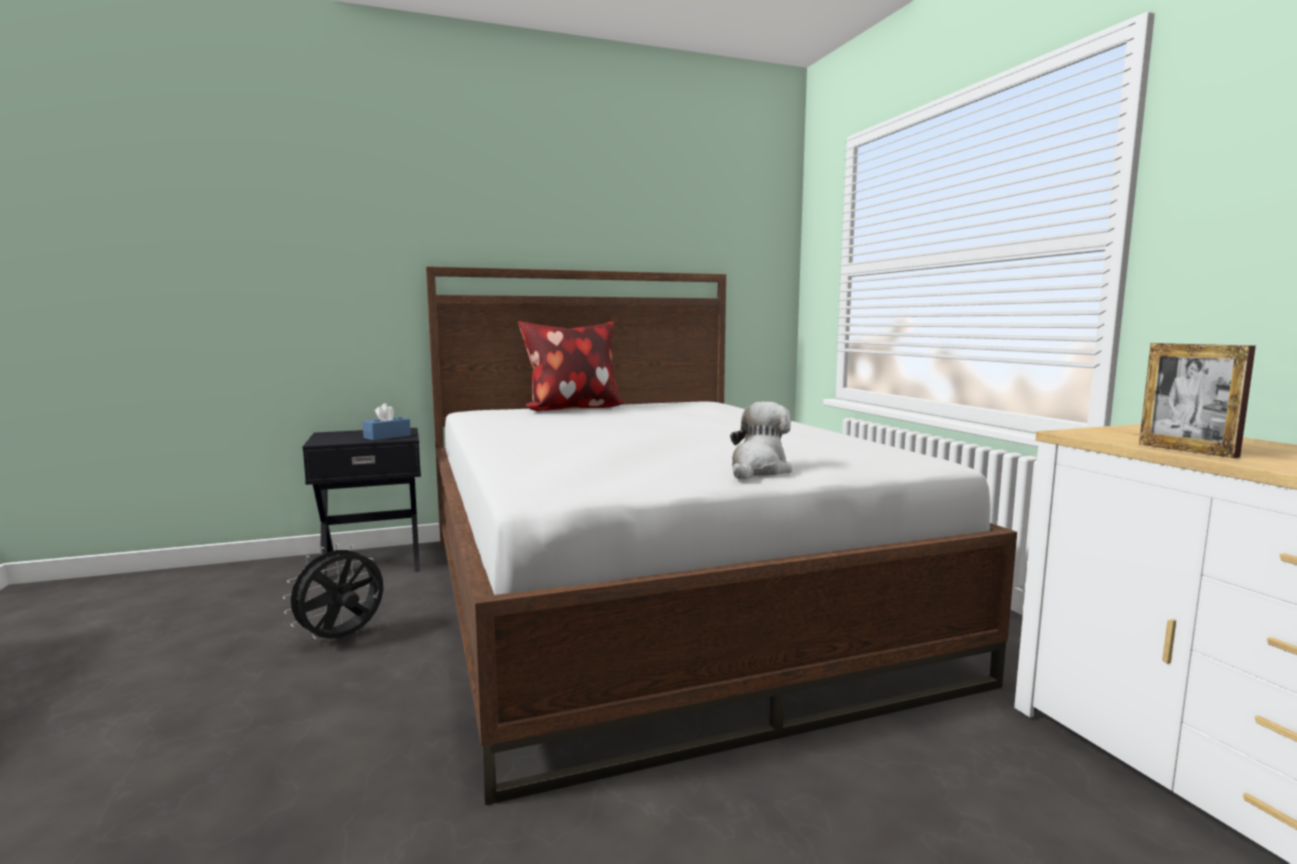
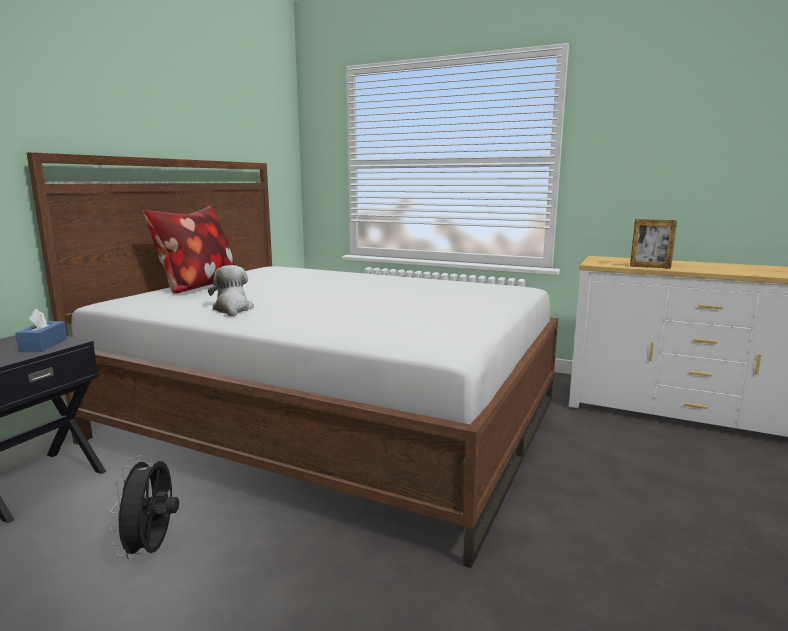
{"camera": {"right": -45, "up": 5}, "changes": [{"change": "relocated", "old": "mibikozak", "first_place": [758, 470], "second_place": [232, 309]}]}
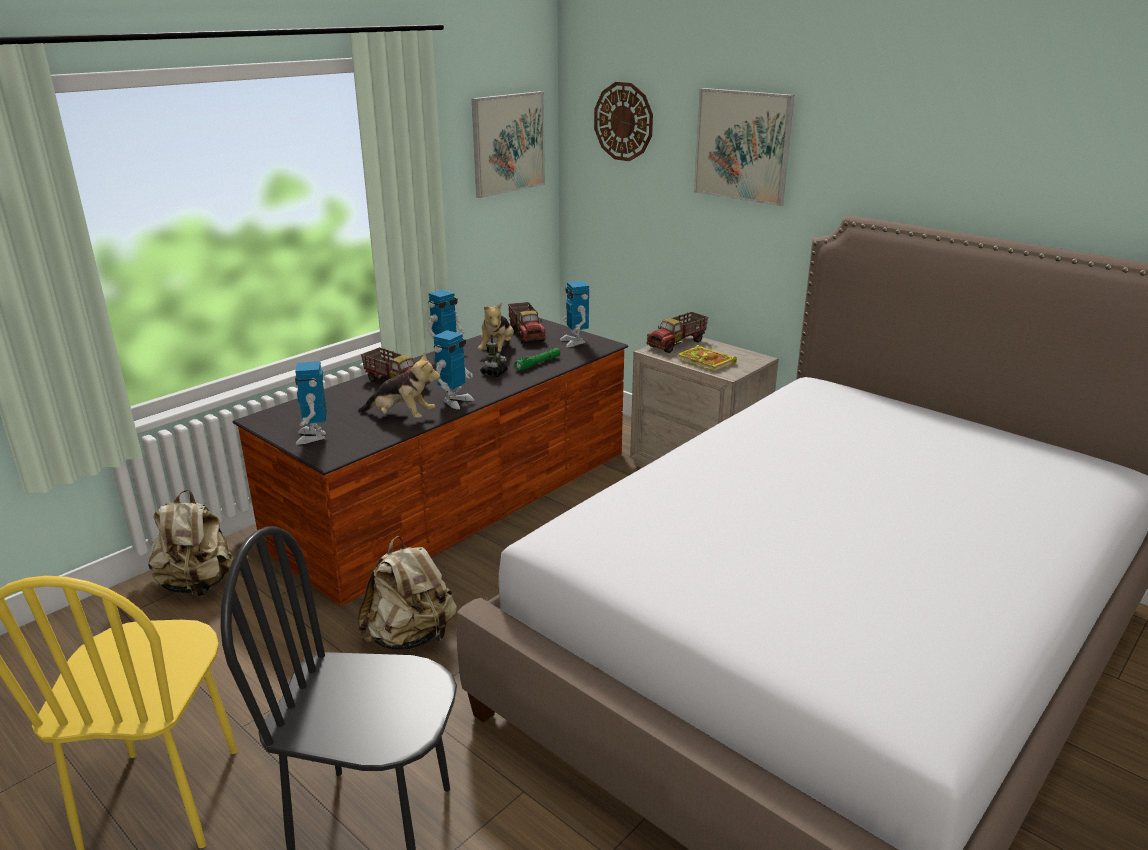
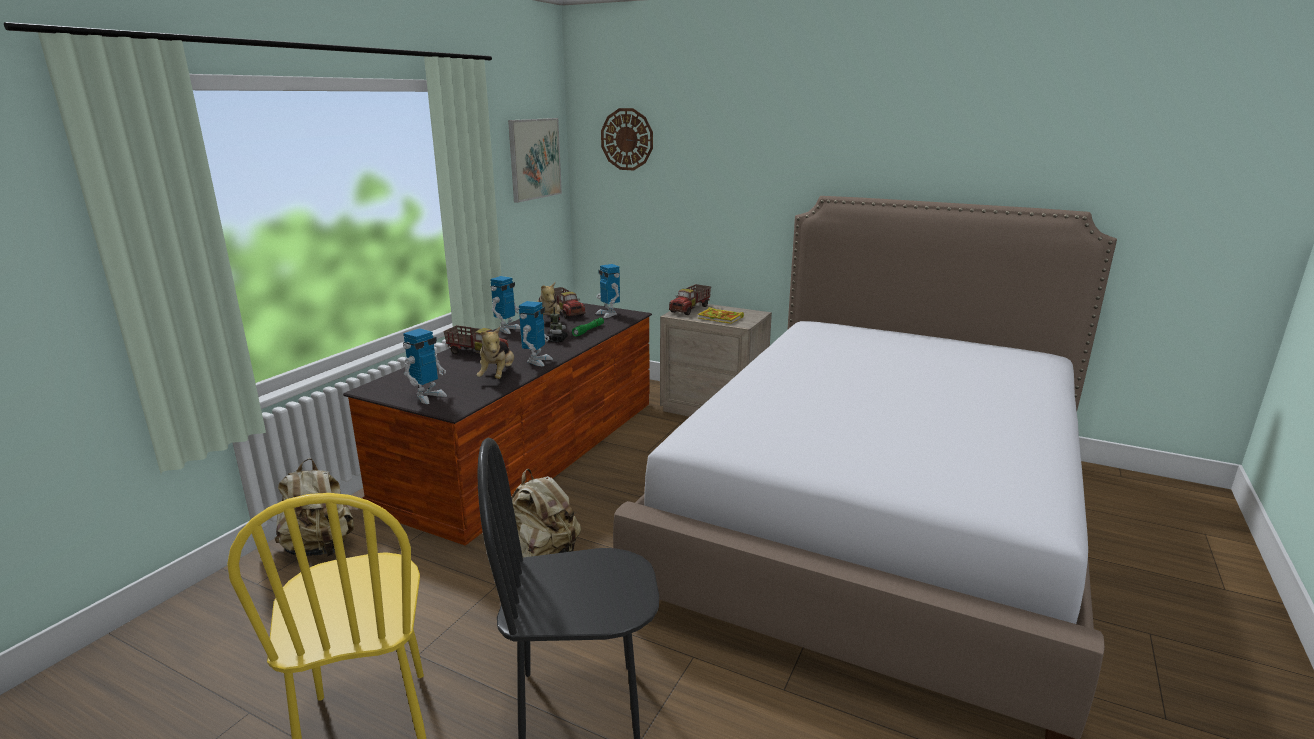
{"camera": {"right": -15, "up": -5}, "changes": [{"change": "spun", "old": "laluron", "first_place": [313, 436], "second_place": [428, 397], "degrees": -120}, {"change": "spun", "old": "mibikozak", "first_place": [401, 417], "second_place": [498, 376], "degrees": 90}, {"change": "missing", "old": "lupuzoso", "first_place": [742, 146]}]}
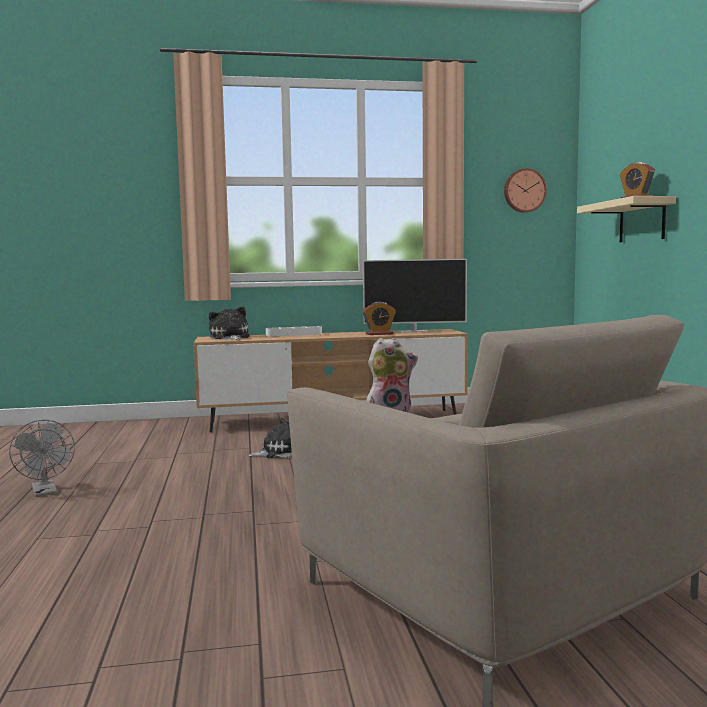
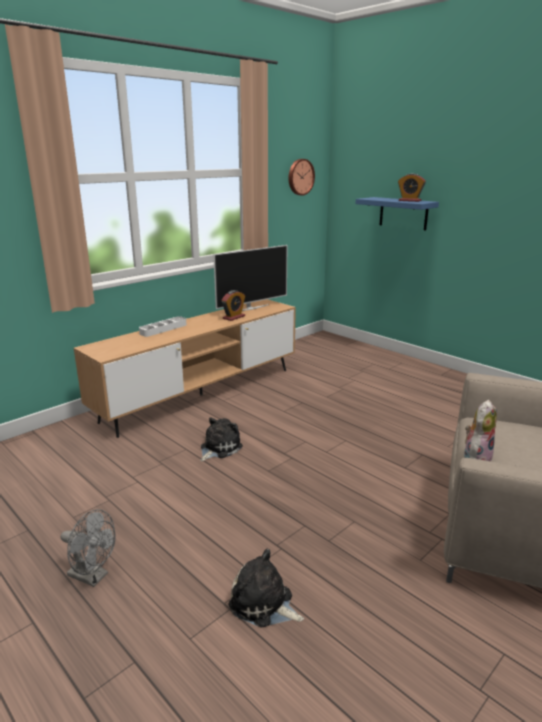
{"camera": {"right": -35, "up": 15}, "changes": [{"change": "relocated", "old": "mibikozak", "first_place": [230, 337], "second_place": [264, 604]}, {"change": "colour", "old": "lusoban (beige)", "new": "lusoban (blue)", "first_place": [642, 221], "second_place": [403, 213]}]}
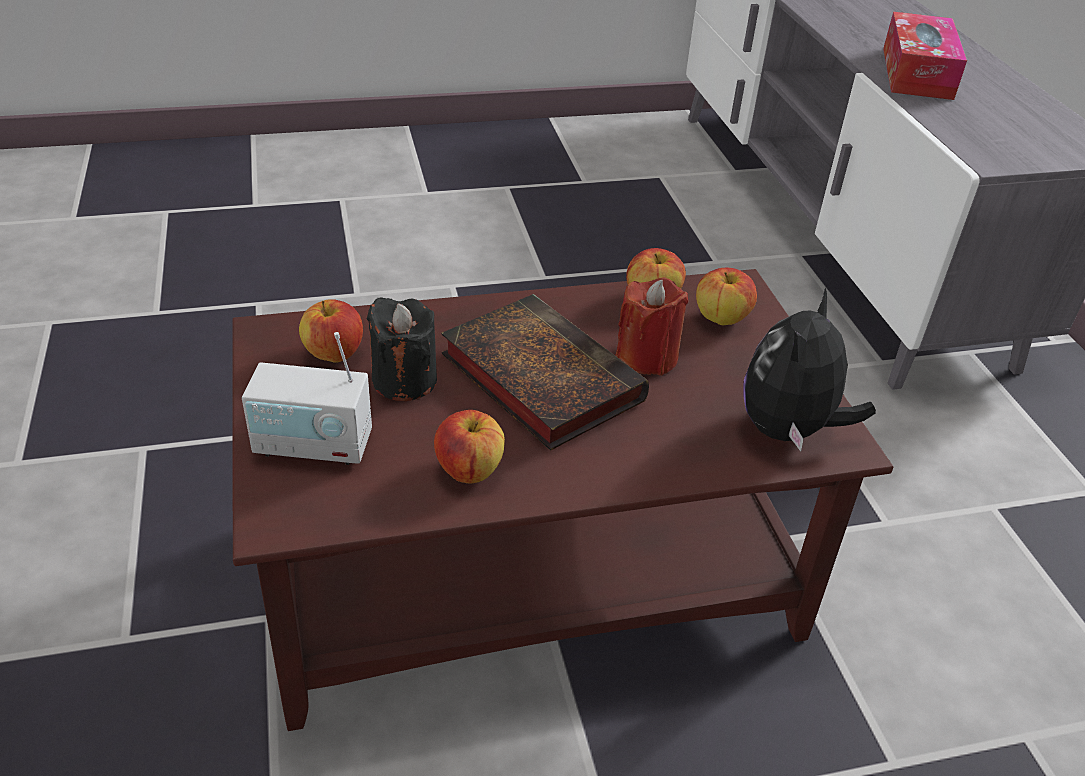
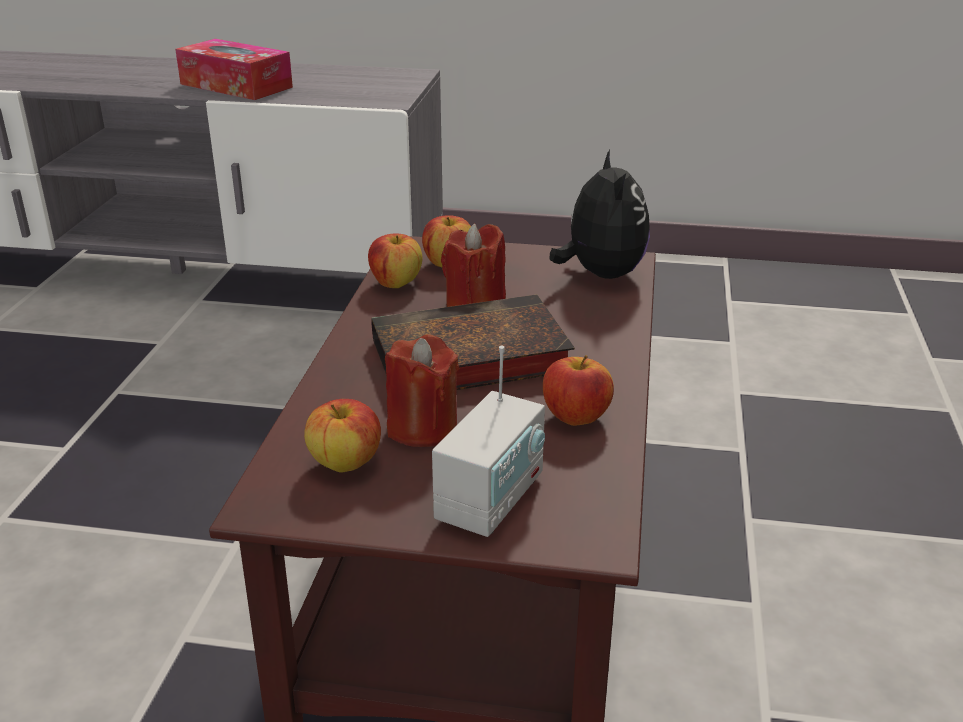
{"camera": {"right": -65, "up": -10}, "changes": [{"change": "colour", "old": "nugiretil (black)", "new": "nugiretil (red)", "first_place": [404, 380], "second_place": [422, 428]}, {"change": "spun", "old": "mibikozak", "first_place": [789, 430], "second_place": [600, 274], "degrees": -150}]}
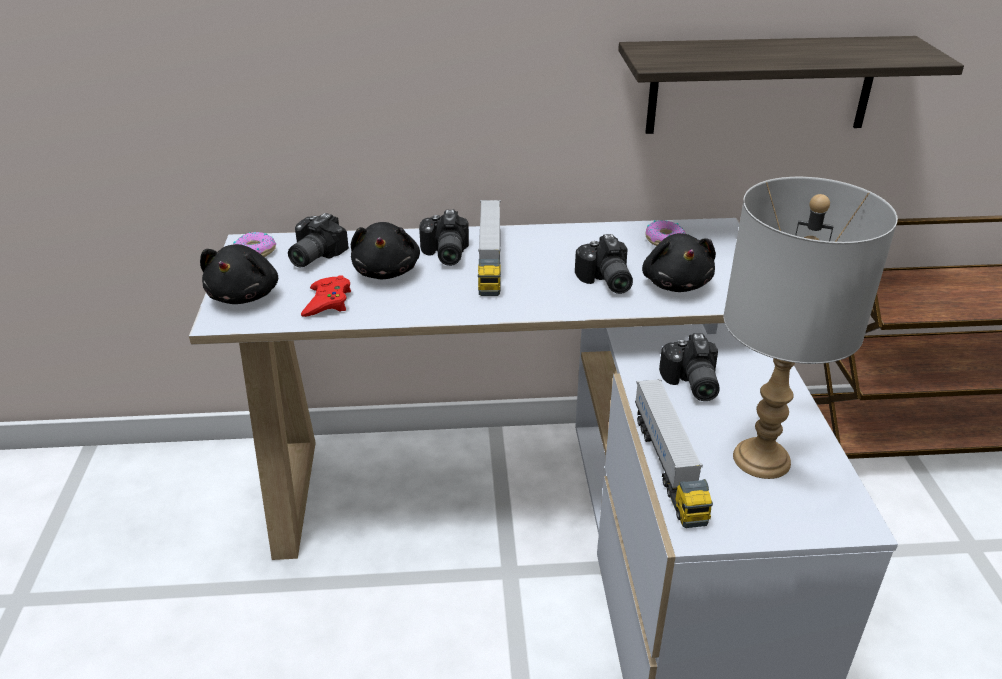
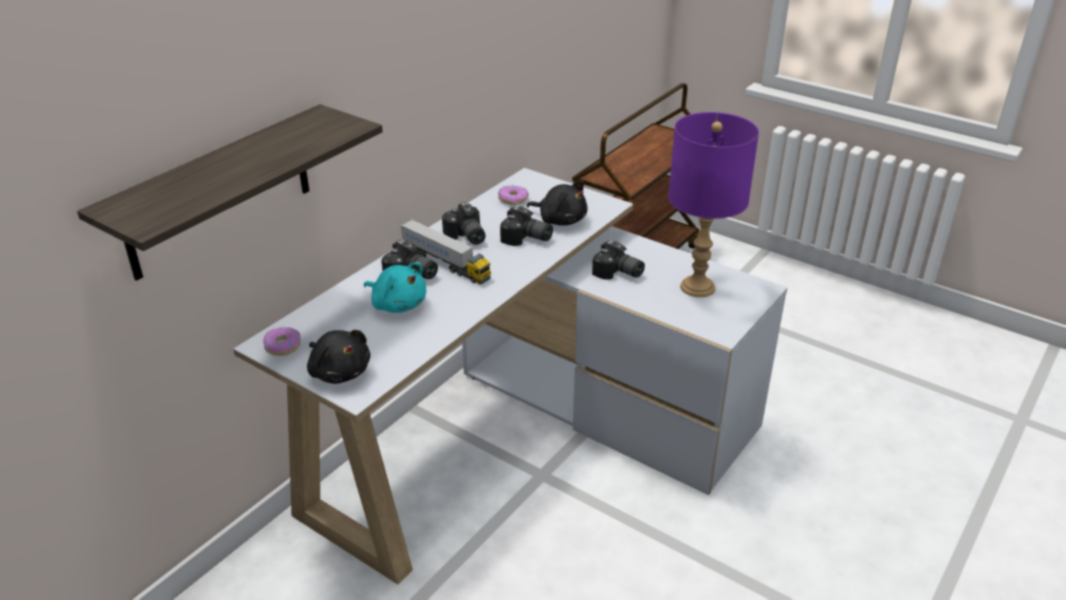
{"camera": {"right": -50, "up": 0}, "changes": [{"change": "relocated", "old": "lusoban", "first_place": [761, 85], "second_place": [219, 192]}, {"change": "colour", "old": "mibikozak (black)", "new": "mibikozak (turquoise)", "first_place": [387, 271], "second_place": [397, 304]}, {"change": "relocated", "old": "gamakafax", "first_place": [312, 256], "second_place": [465, 237]}, {"change": "colour", "old": "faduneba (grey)", "new": "faduneba (purple)", "first_place": [761, 460], "second_place": [698, 287]}, {"change": "missing", "old": "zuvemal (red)", "first_place": [327, 302]}, {"change": "missing", "old": "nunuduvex", "first_place": [668, 466]}]}
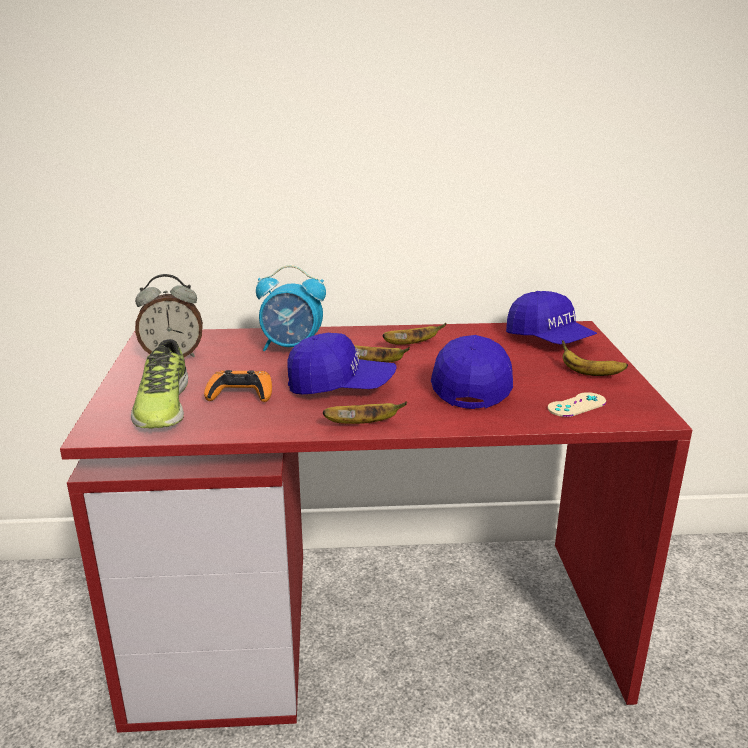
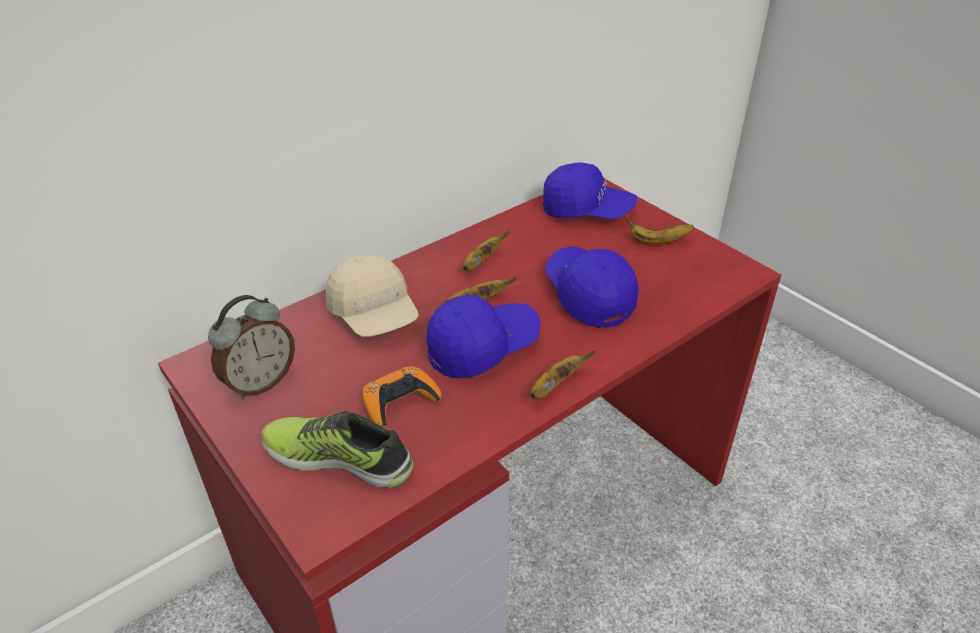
{"camera": {"right": -35, "up": 15}, "changes": [{"change": "spun", "old": "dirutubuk", "first_place": [162, 405], "second_place": [340, 457], "degrees": 150}, {"change": "exchanged", "old": "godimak", "new": "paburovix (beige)", "first_place": [292, 348], "second_place": [374, 314]}, {"change": "missing", "old": "zuvemal (beige)", "first_place": [576, 405]}]}
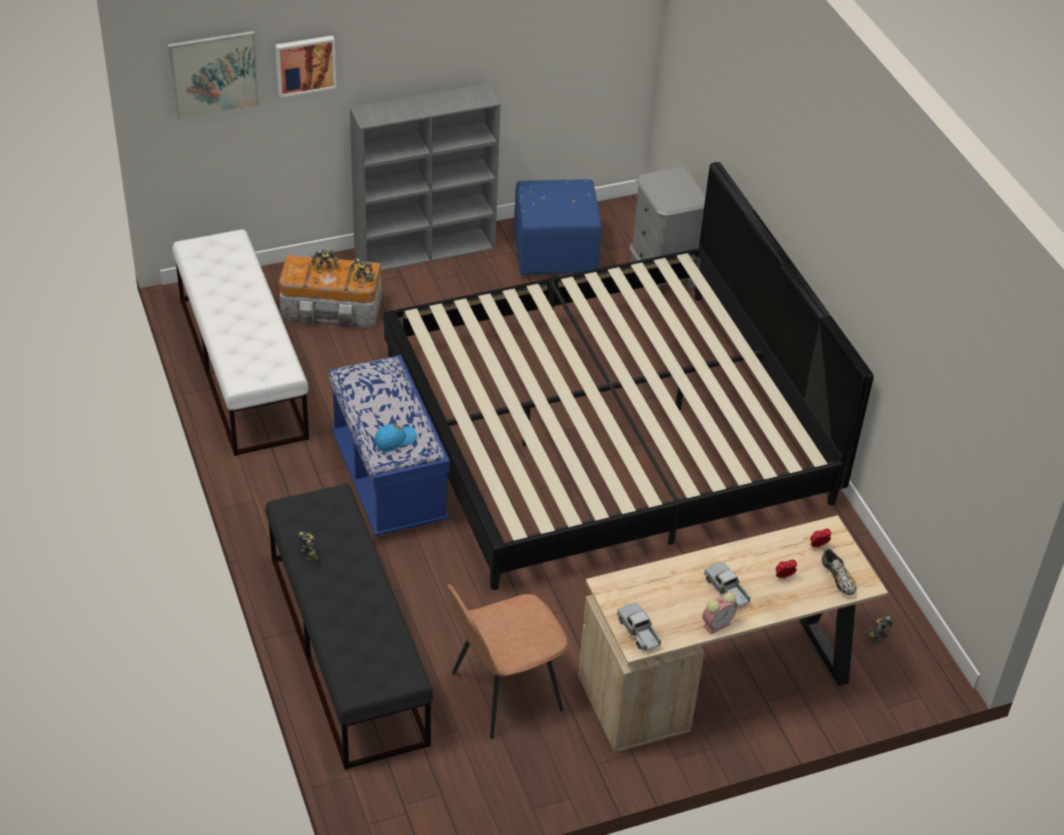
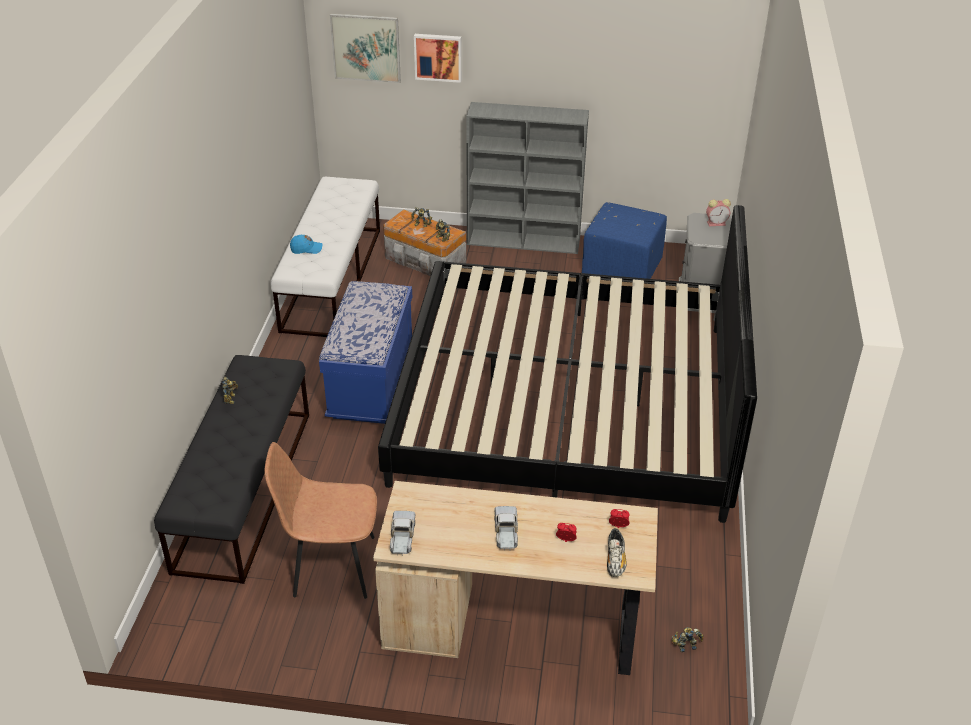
{"camera": {"right": 30, "up": -5}, "changes": [{"change": "relocated", "old": "paburovix (blue)", "first_place": [395, 440], "second_place": [306, 249]}, {"change": "relocated", "old": "godimak", "first_place": [717, 624], "second_place": [717, 223]}]}
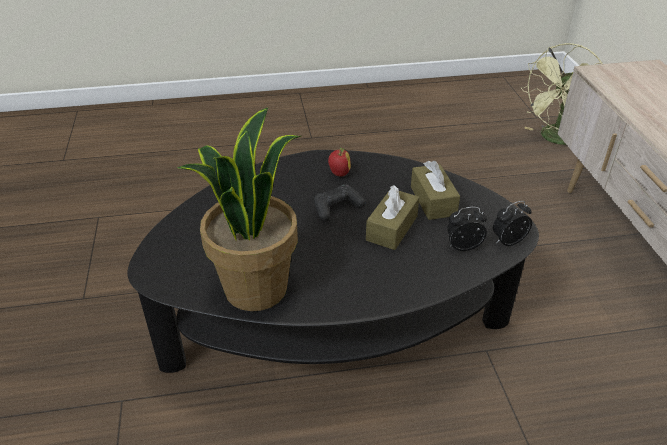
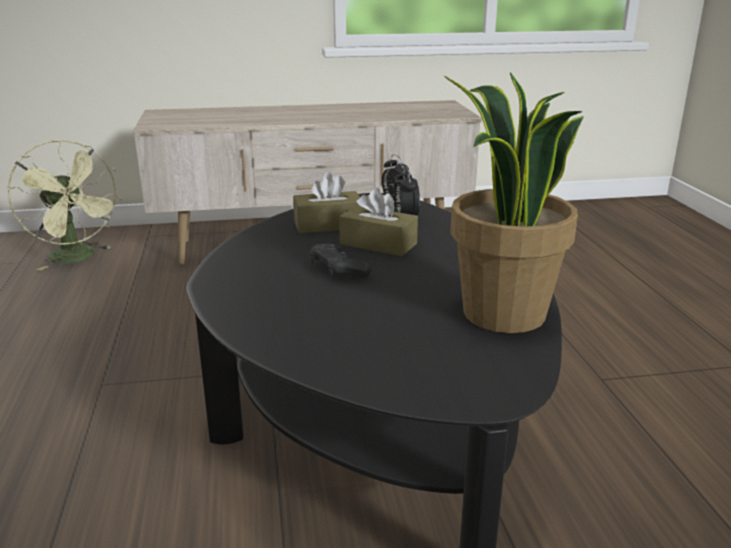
{"camera": {"right": -90, "up": -15}, "changes": [{"change": "missing", "old": "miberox", "first_place": [339, 173]}]}
